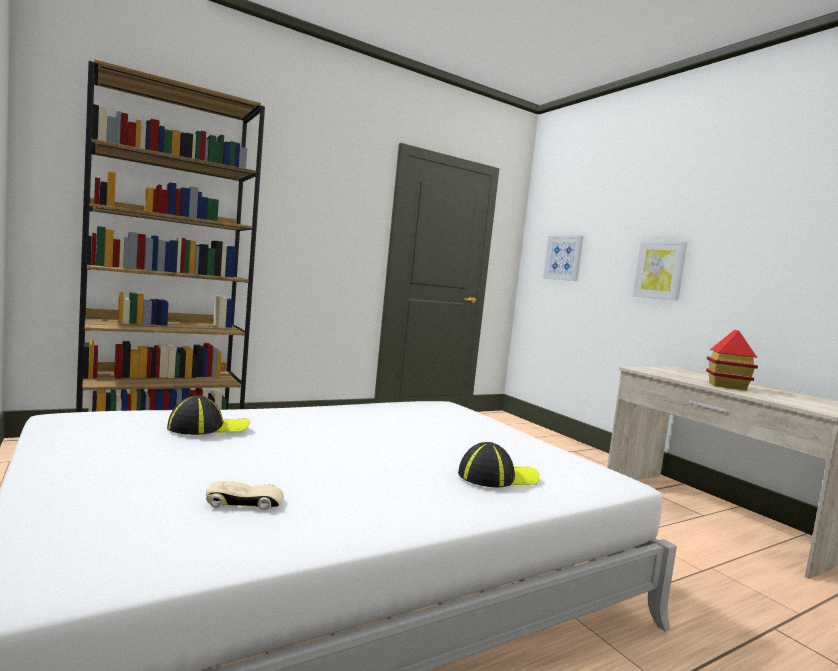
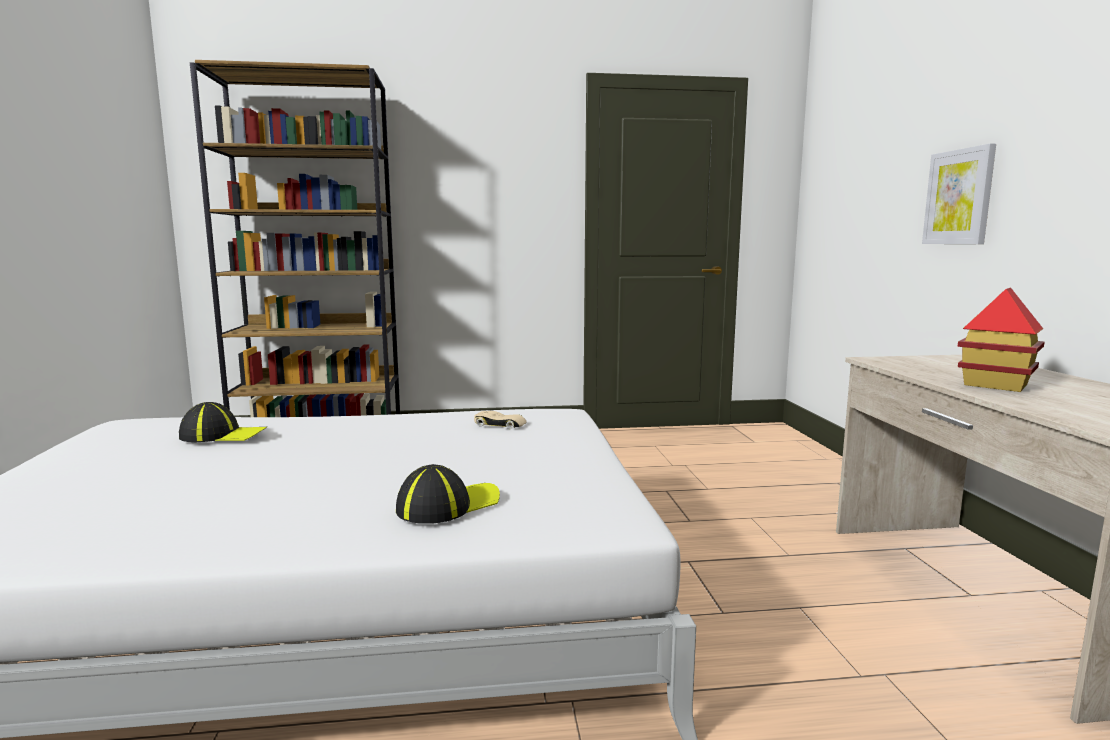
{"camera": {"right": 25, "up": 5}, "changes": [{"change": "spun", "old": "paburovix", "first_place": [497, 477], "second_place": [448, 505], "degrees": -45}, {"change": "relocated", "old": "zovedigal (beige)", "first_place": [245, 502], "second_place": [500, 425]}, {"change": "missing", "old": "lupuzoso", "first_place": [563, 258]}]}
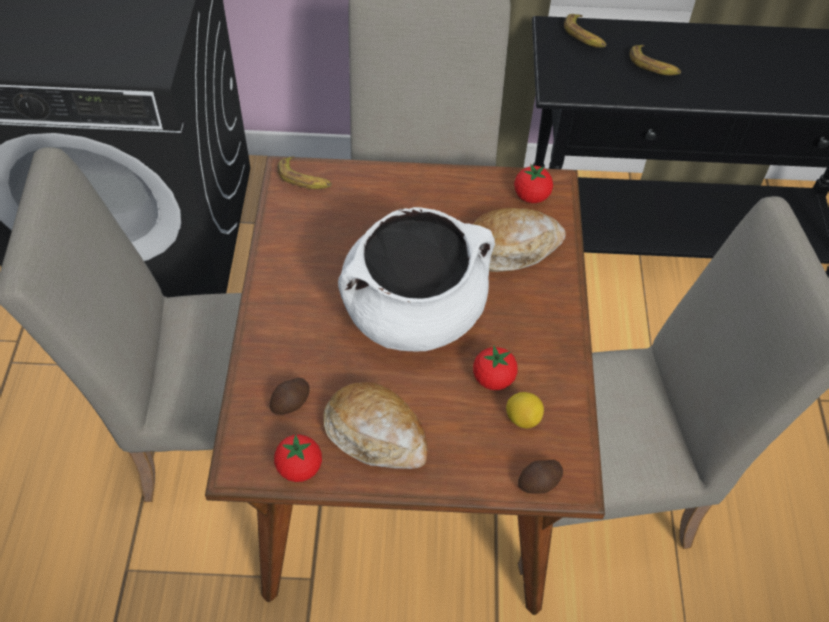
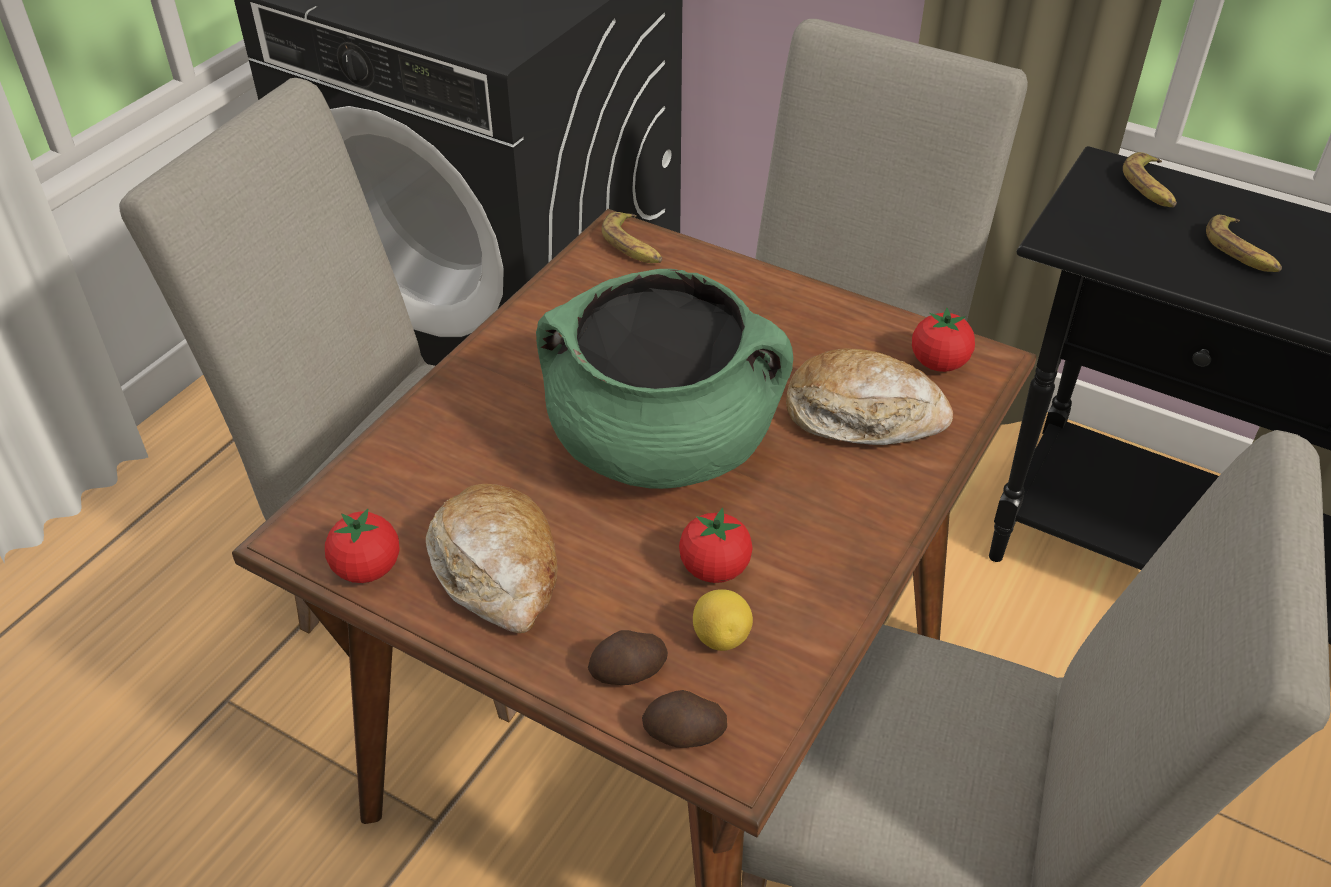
{"camera": {"right": 30, "up": -10}, "changes": [{"change": "colour", "old": "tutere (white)", "new": "tutere (green)", "first_place": [414, 312], "second_place": [663, 444]}, {"change": "relocated", "old": "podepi", "first_place": [291, 402], "second_place": [629, 672]}]}
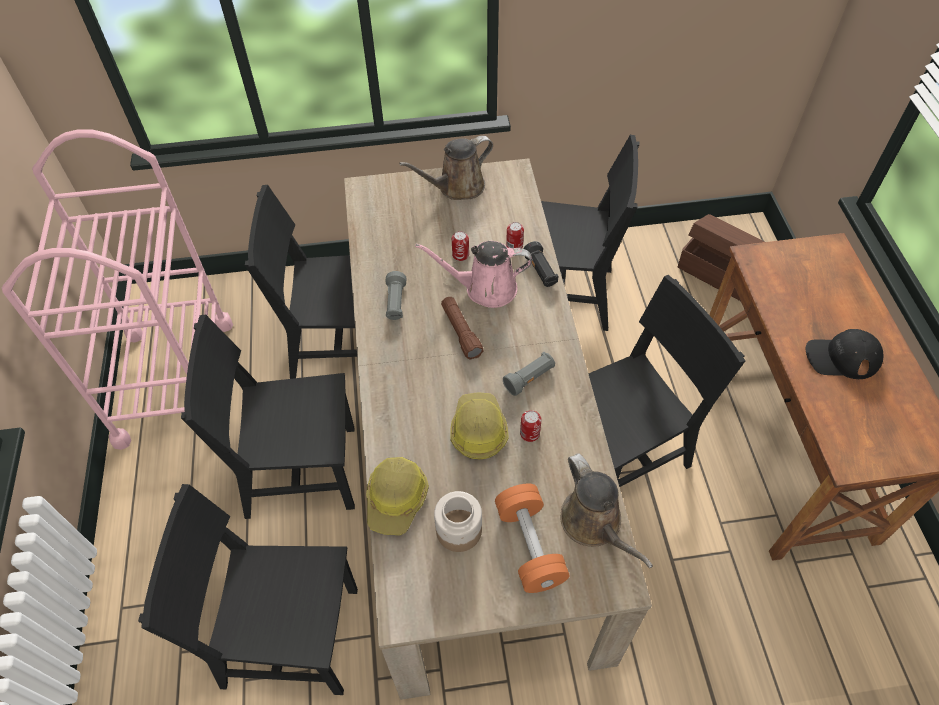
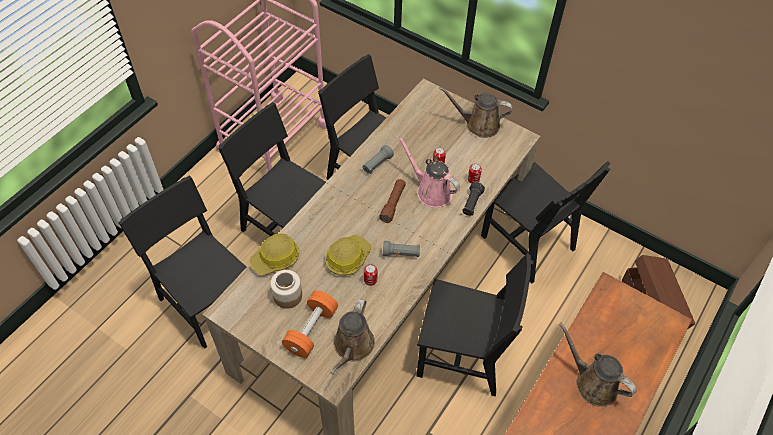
{"camera": {"right": 40, "up": 0}, "changes": [{"change": "exchanged", "old": "paburovix (black)", "new": "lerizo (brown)", "first_place": [841, 357], "second_place": [592, 383]}]}
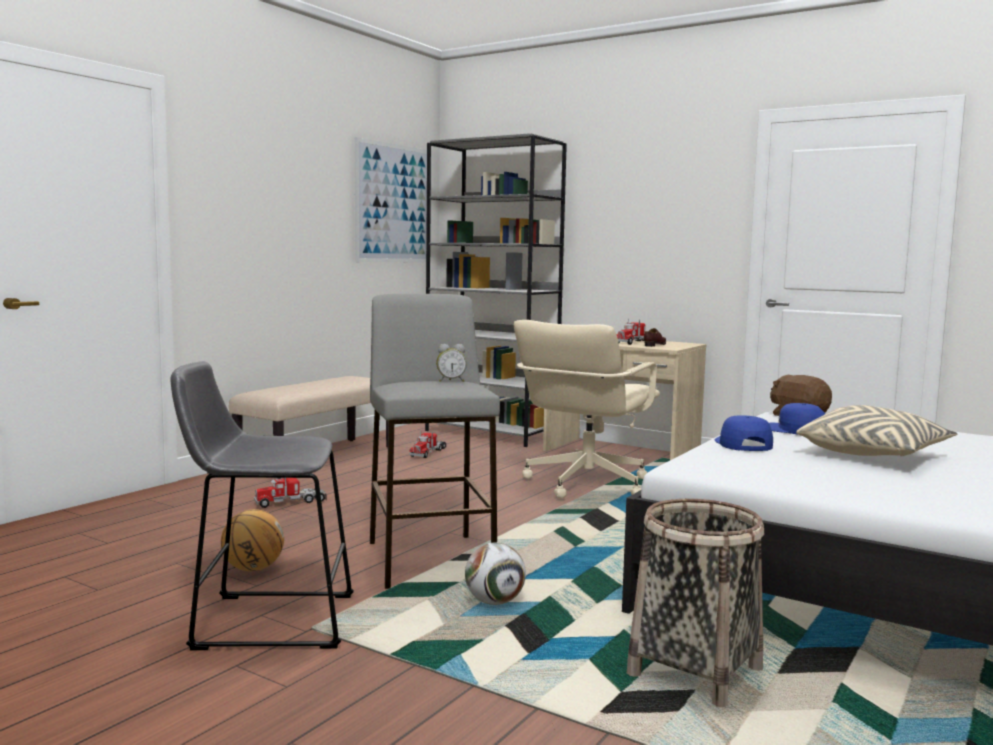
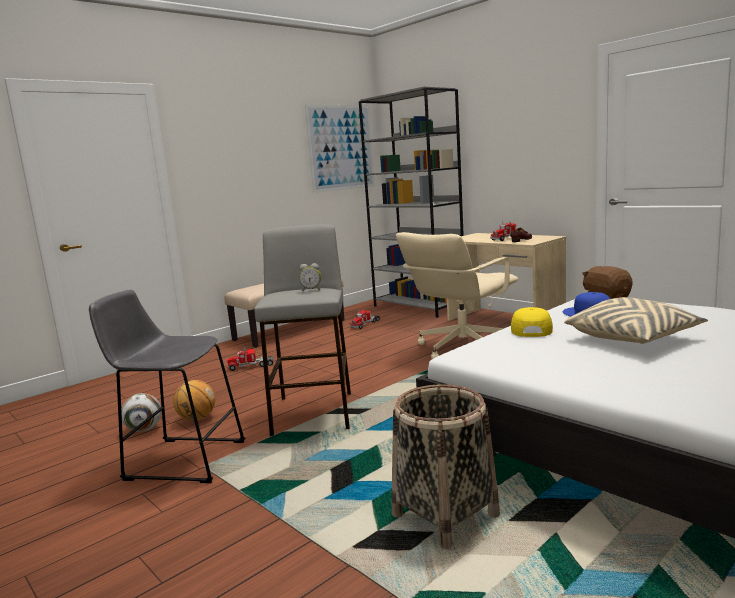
{"camera": {"right": 15, "up": 5}, "changes": [{"change": "relocated", "old": "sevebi", "first_place": [495, 602], "second_place": [144, 429]}, {"change": "colour", "old": "paburovix (blue)", "new": "paburovix (yellow)", "first_place": [742, 444], "second_place": [530, 329]}]}
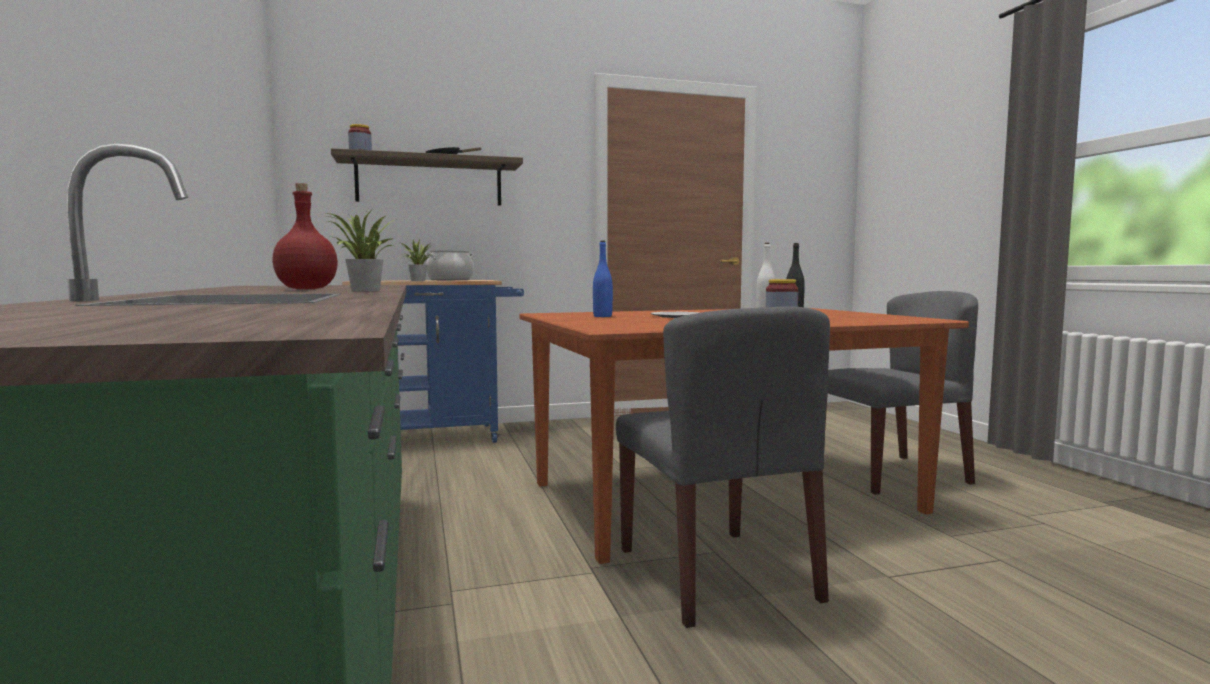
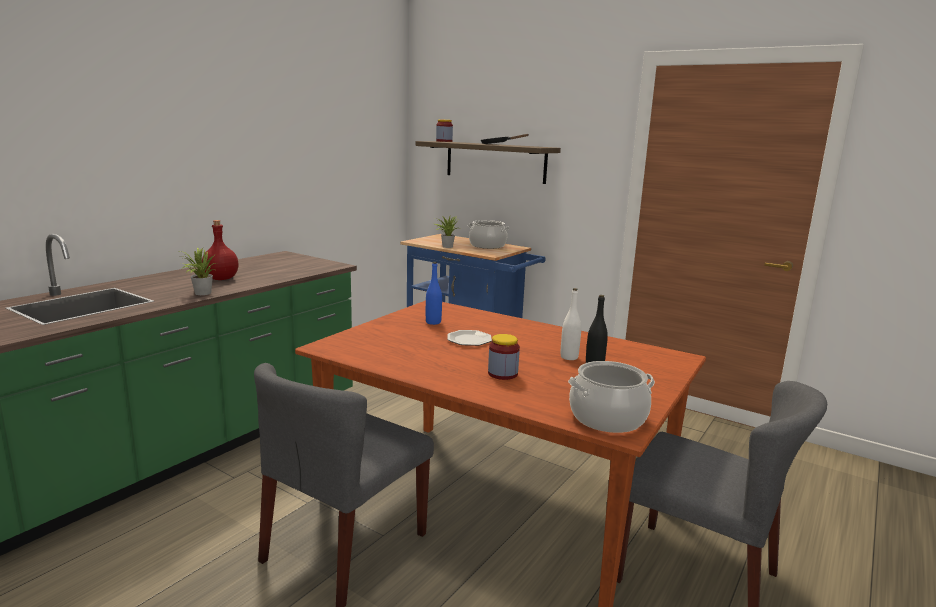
{"camera": {"right": 50, "up": 10}, "changes": [{"change": "appeared", "new": "tutere", "second_place": [607, 418]}]}
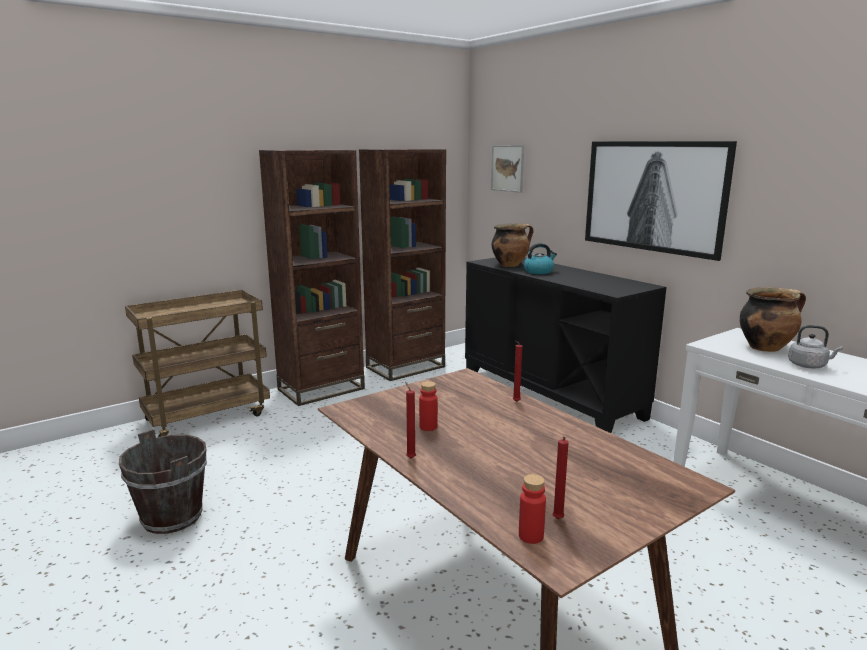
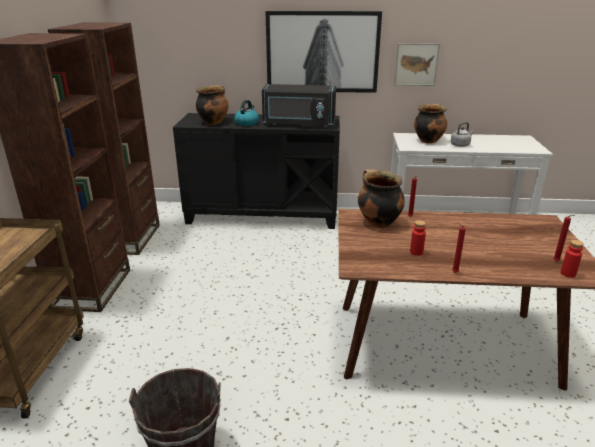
{"camera": {"right": -50, "up": 10}, "changes": [{"change": "appeared", "new": "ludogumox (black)", "second_place": [299, 123]}, {"change": "appeared", "new": "tutere", "second_place": [378, 222]}, {"change": "relocated", "old": "lupuzoso", "first_place": [507, 168], "second_place": [416, 64]}]}
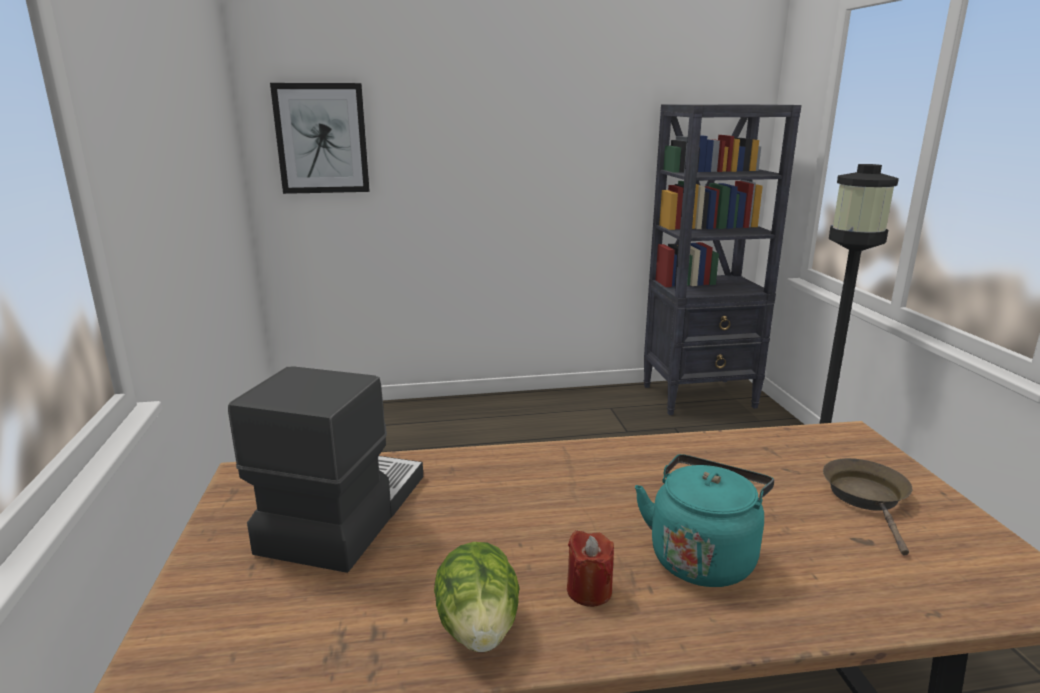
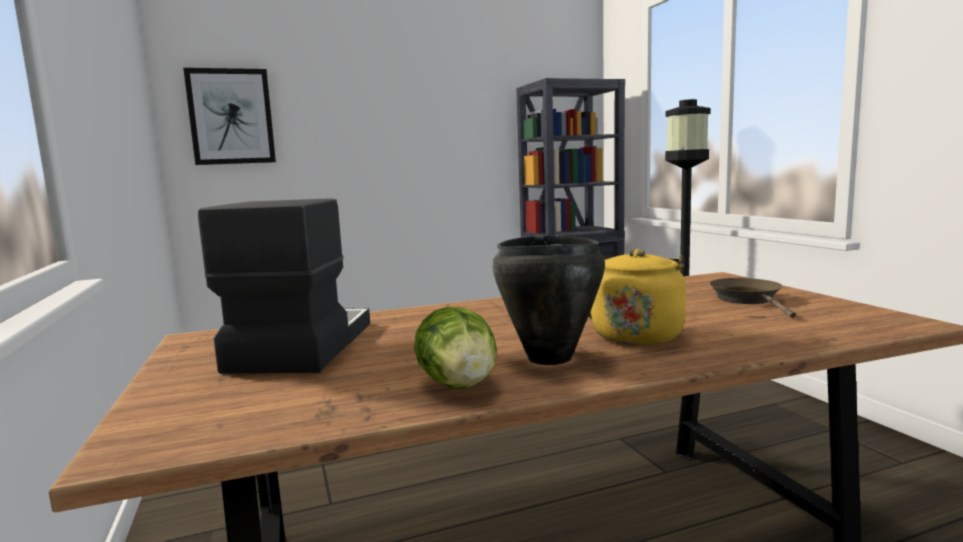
{"camera": {"right": -10, "up": -10}, "changes": [{"change": "exchanged", "old": "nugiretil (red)", "new": "tutere (black)", "first_place": [589, 591], "second_place": [549, 358]}, {"change": "colour", "old": "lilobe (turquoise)", "new": "lilobe (yellow)", "first_place": [703, 556], "second_place": [635, 334]}]}
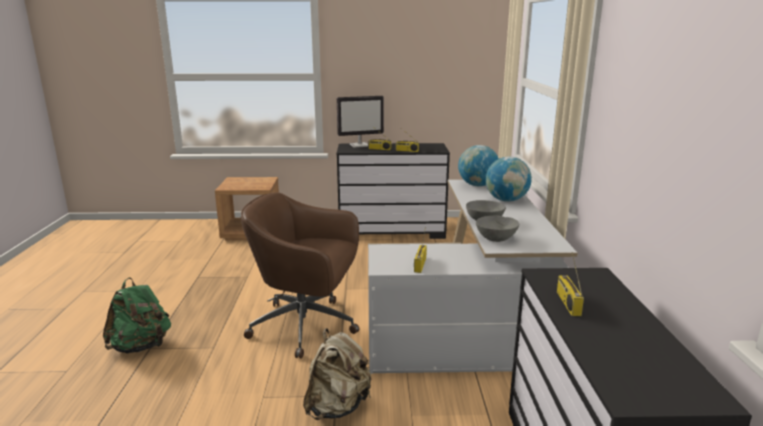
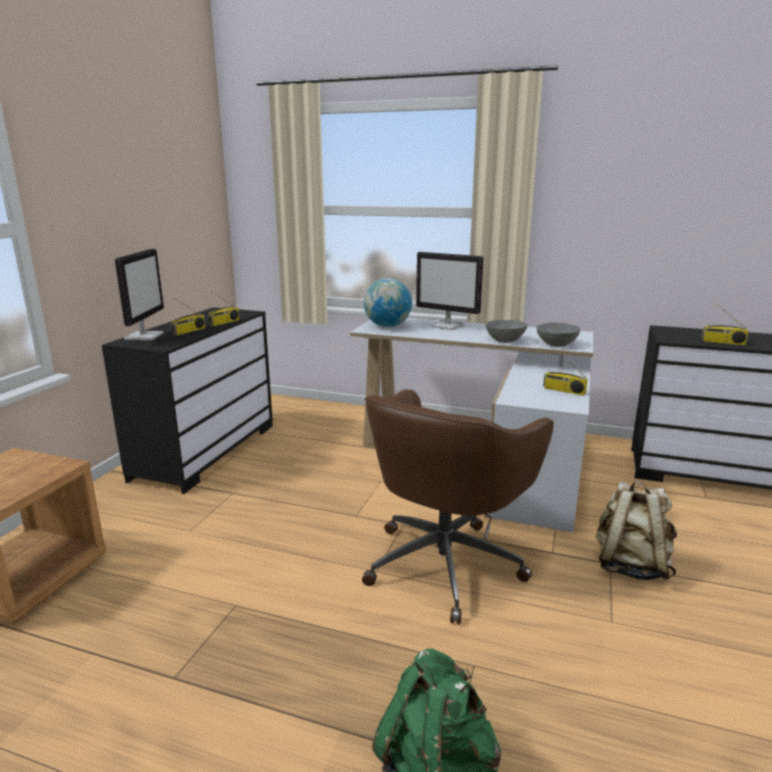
{"camera": {"right": -70, "up": 0}, "changes": [{"change": "exchanged", "old": "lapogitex", "new": "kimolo", "first_place": [506, 200], "second_place": [448, 326]}]}
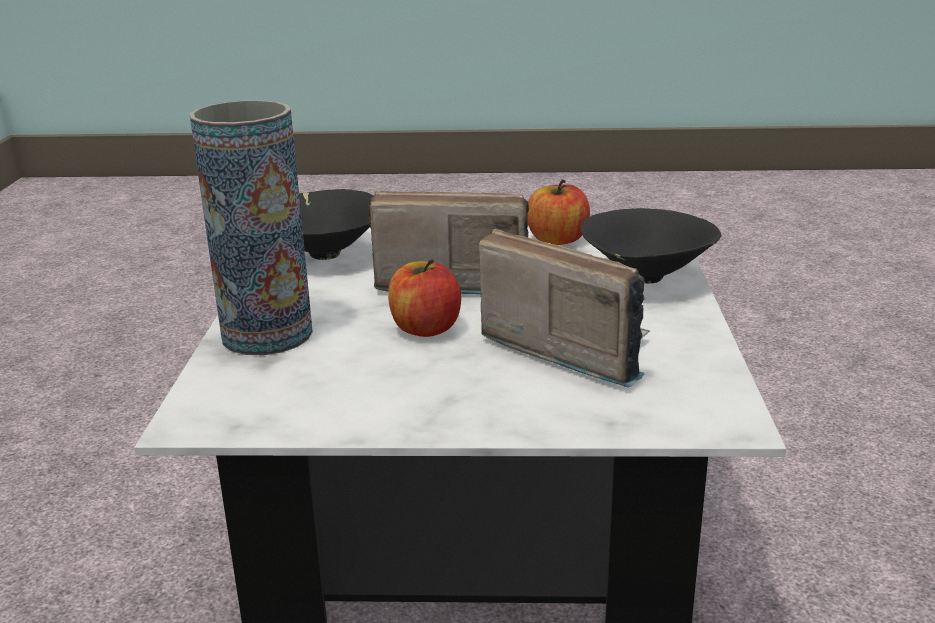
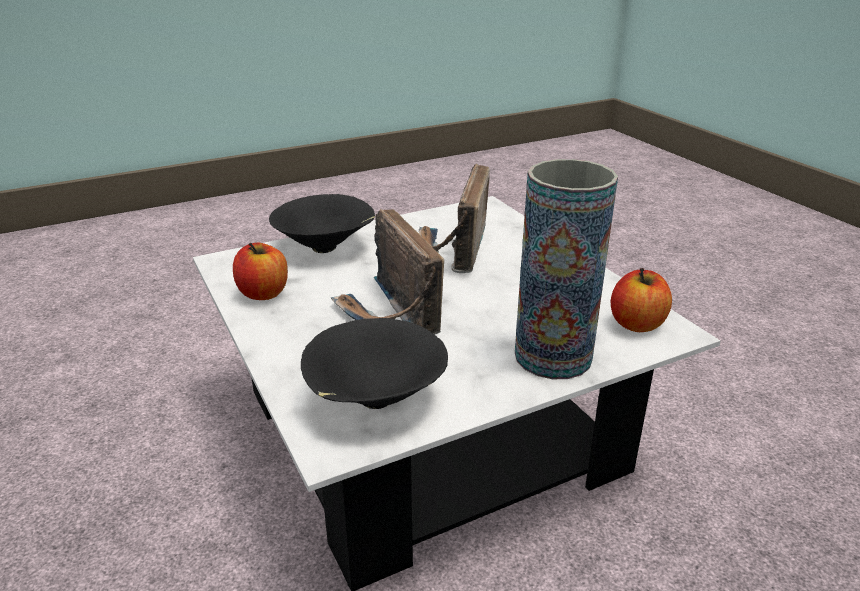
{"camera": {"right": -120, "up": 5}, "changes": [{"change": "relocated", "old": "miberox", "first_place": [425, 328], "second_place": [637, 324]}]}
